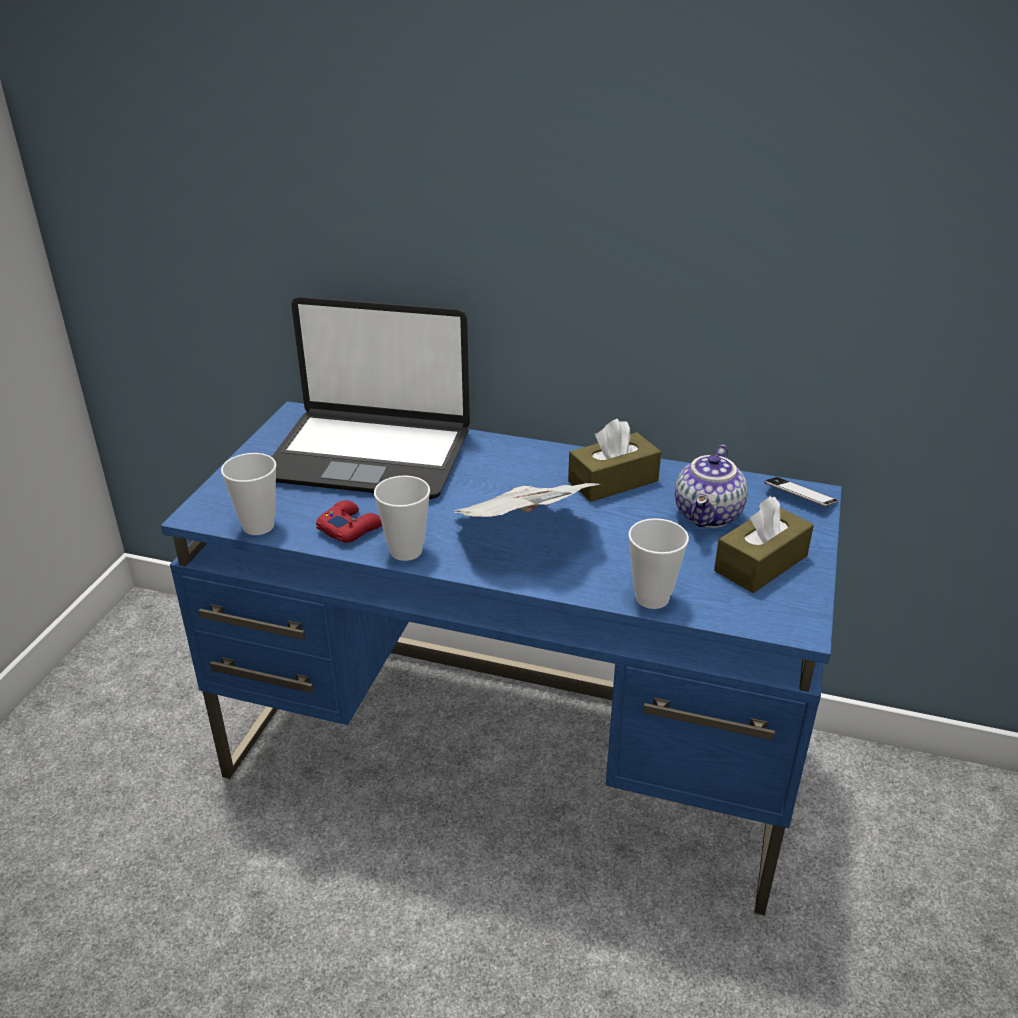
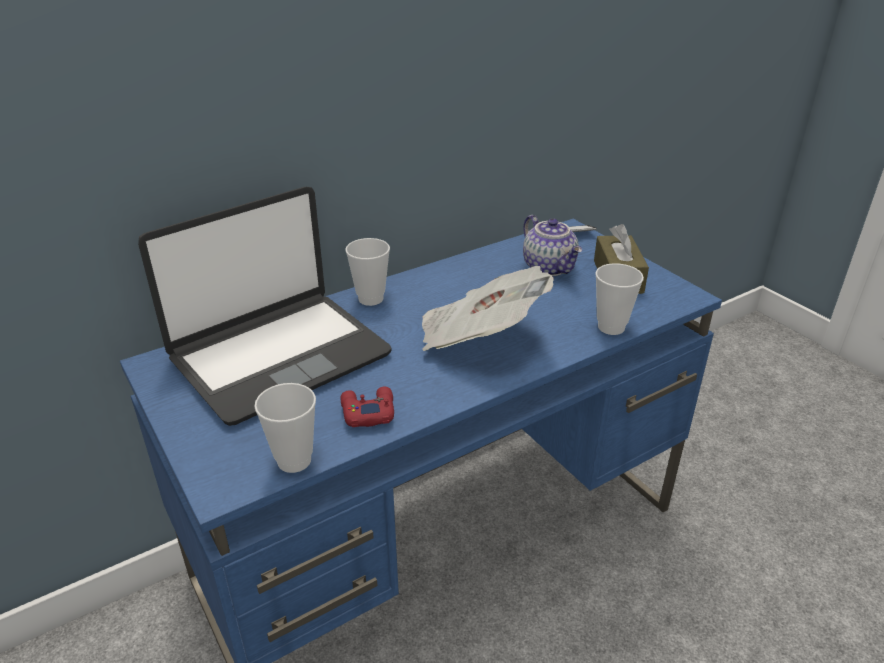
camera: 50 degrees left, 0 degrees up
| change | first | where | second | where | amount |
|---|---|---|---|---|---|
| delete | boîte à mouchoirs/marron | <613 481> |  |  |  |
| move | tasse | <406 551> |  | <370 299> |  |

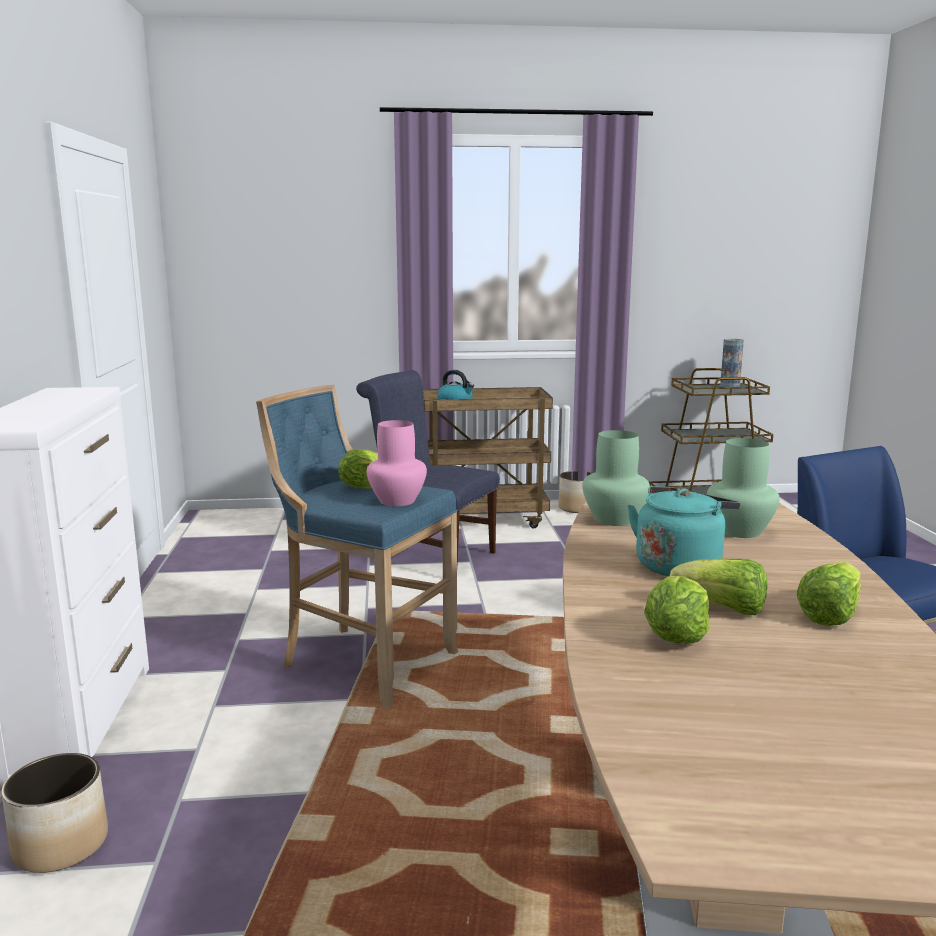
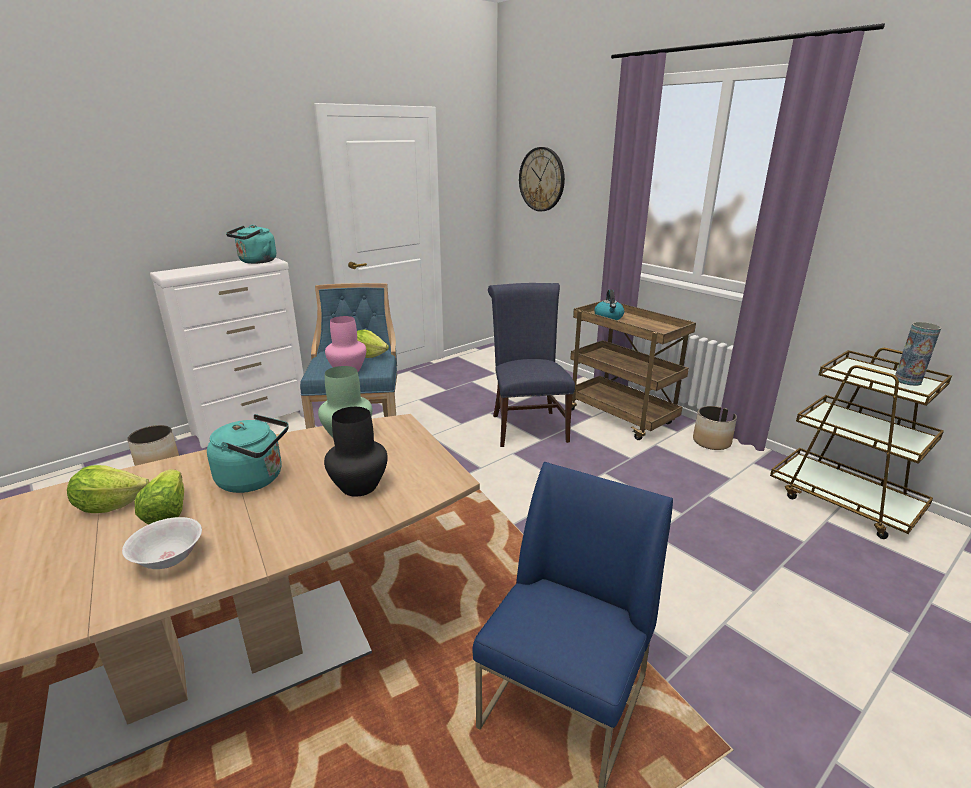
camera: 55 degrees right, 10 degrees up
| change | first | where | second | where | amount |
|---|---|---|---|---|---|
| insert |  |  | bouilloire/turquoise | <256 262> |  |
| insert |  |  | horloge murale | <542 179> |  |
| replace | laitue | <830 614> | bol/blanc | <169 559> |  |
| recolor | vase/vert | <740 531> | vase/noir | <359 487> |  |

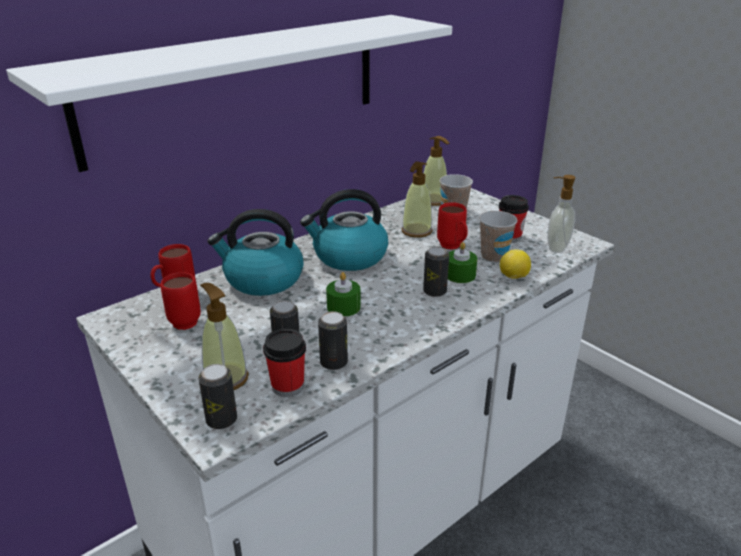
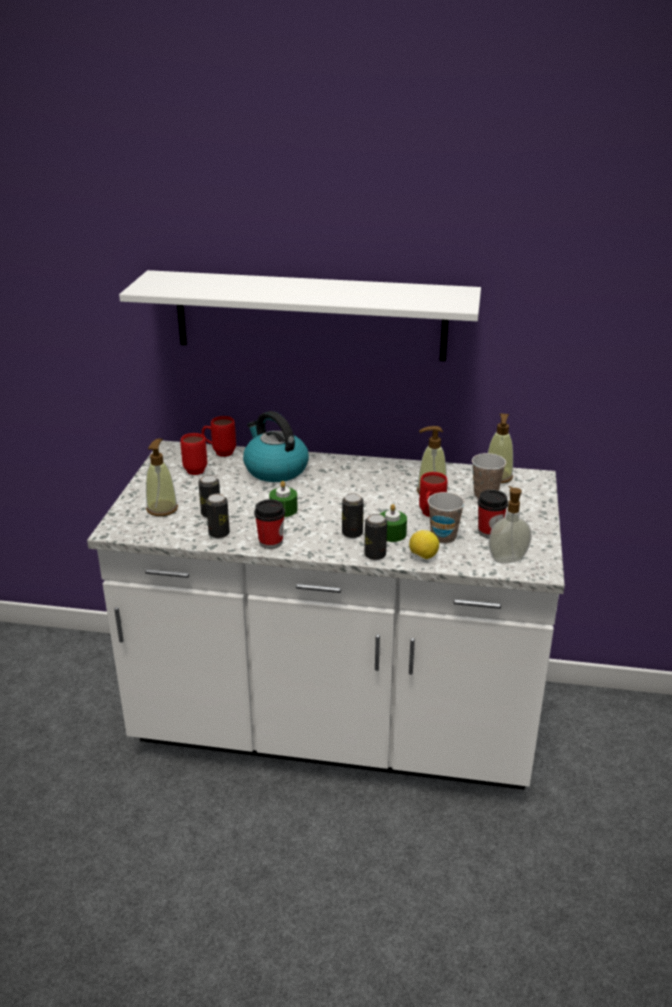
camera: 50 degrees right, 0 degrees up
| change | first | where | second | where | amount |
|---|---|---|---|---|---|
| delete | bouilloire | <349 257> |  |  |  |
| move | boîte métallique | <221 420> |  | <375 555> |  |
| move | tasse | <287 386> |  | <270 542> |  |

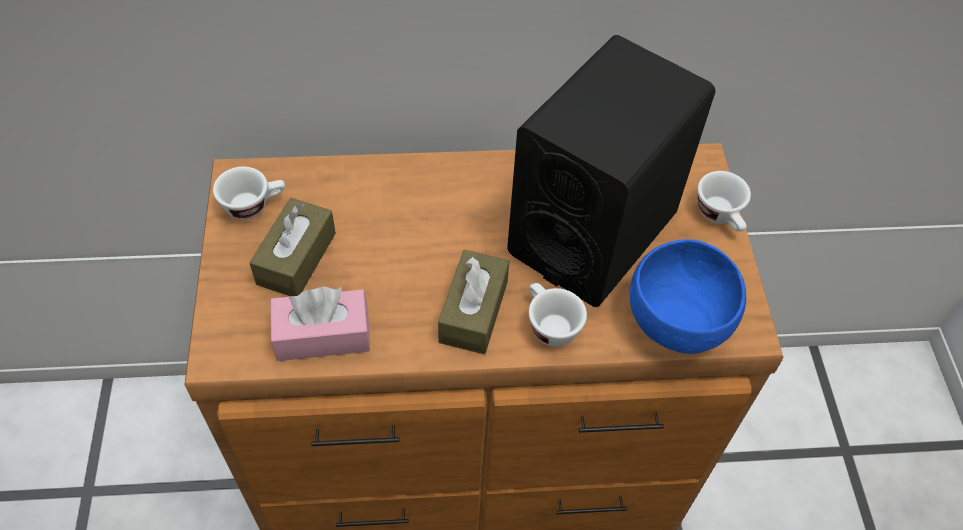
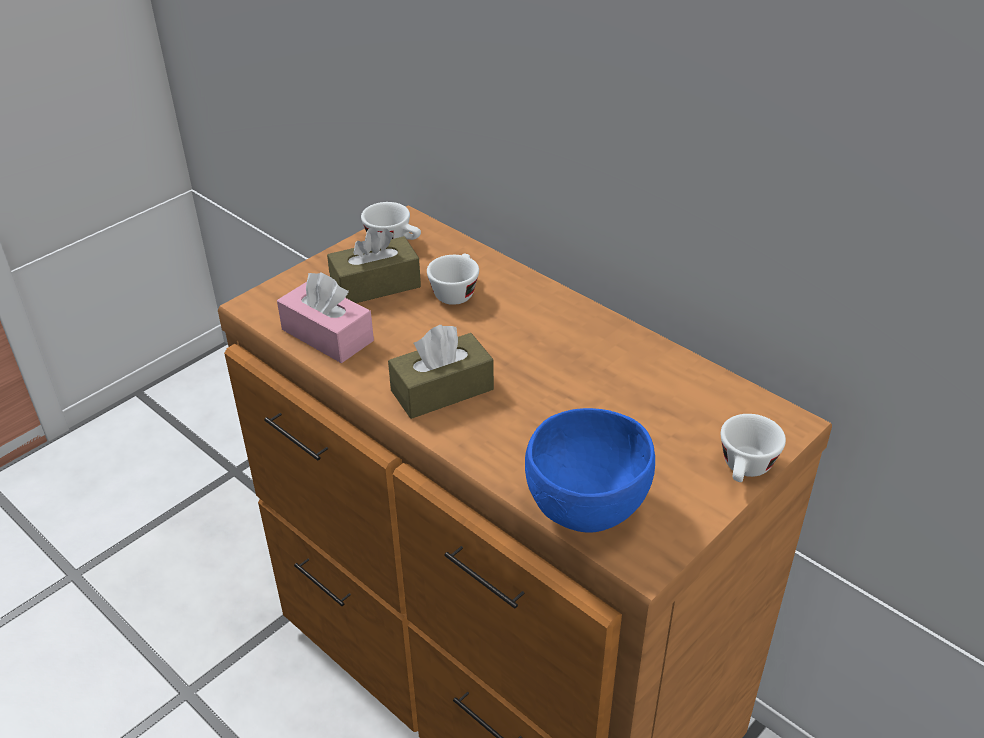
camera: 50 degrees right, 15 degrees down
| change | first | where | second | where | amount |
|---|---|---|---|---|---|
| delete | enceinte/noir | <592 233> |  |  |  |
| move | tasse/blanc | <549 325> |  | <455 291> |  |

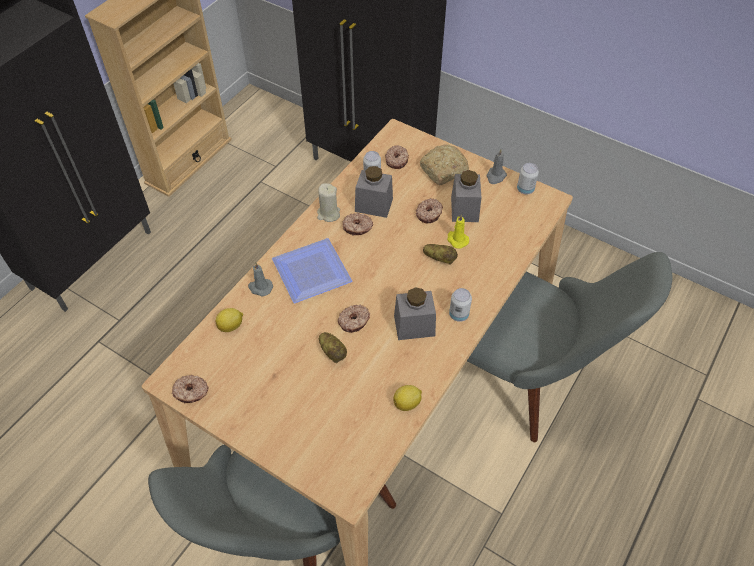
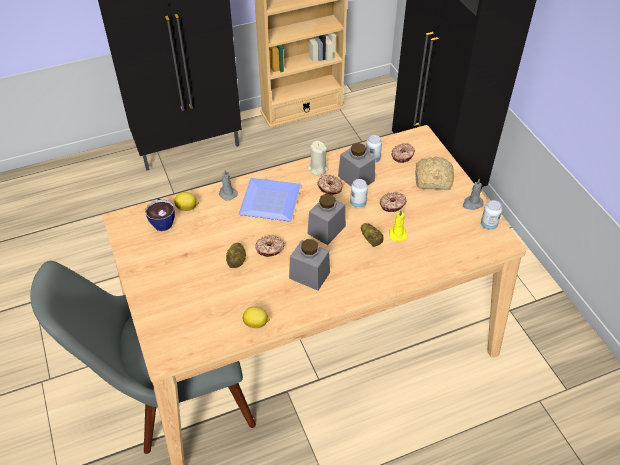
camera: 35 degrees right, 5 degrees down
| change | first | where | second | where | amount |
|---|---|---|---|---|---|
| delete | beignet | <191 392> |  |  |  |
| delete | chaise/gris | <522 381> |  |  |  |
| insert |  |  | tasse | <162 221> |  |
| move | boîte métallique | <458 314> |  | <358 203> |  |
| move | bocal/gris | <464 209> |  | <326 230> |  |

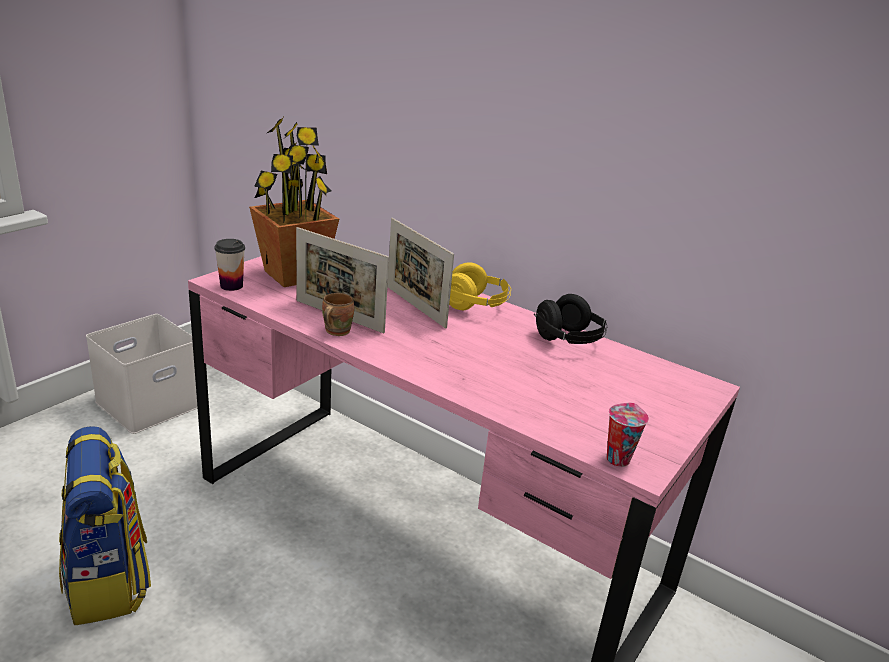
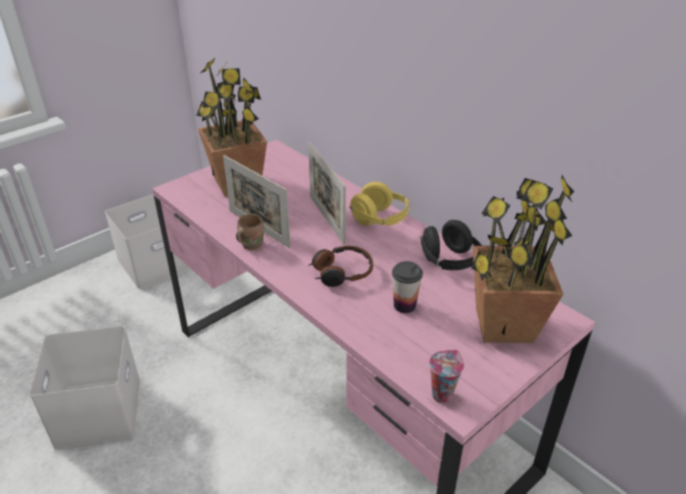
camera: 15 degrees right, 10 degrees up
| change | first | where | second | where | amount |
|---|---|---|---|---|---|
| insert |  |  | casque audio | <341 272> |  |
| insert |  |  | plante en pot | <503 325> |  |
| move | tasse | <231 286> |  | <404 305> |  |
| replace | sac à dos | <109 581> | boîte de rangement/blanc | <100 412> |  |

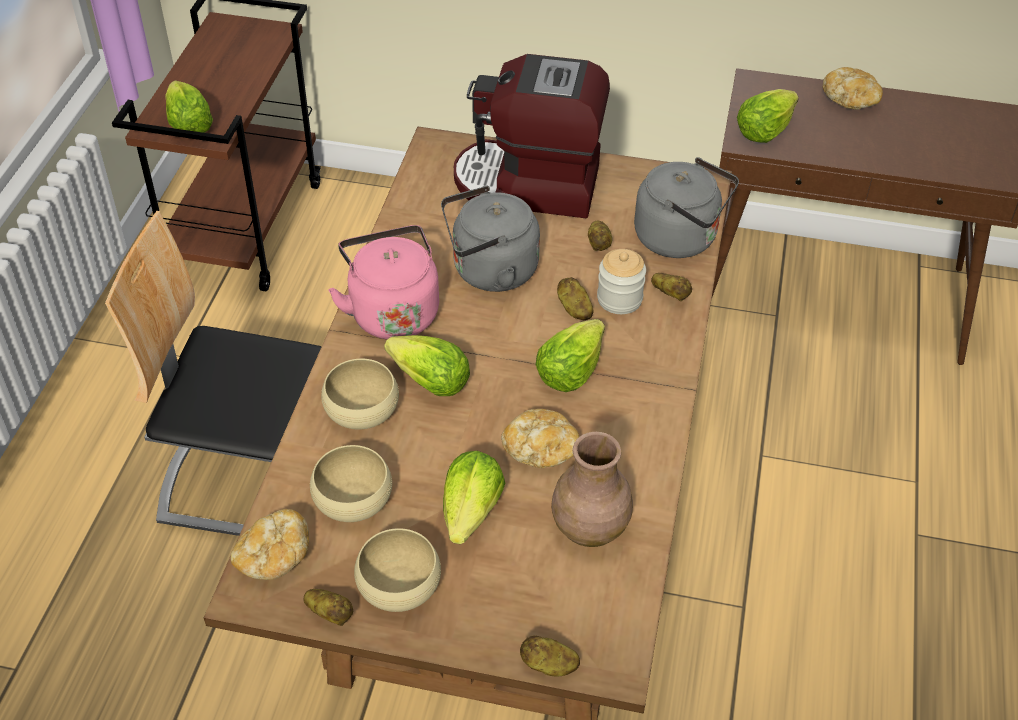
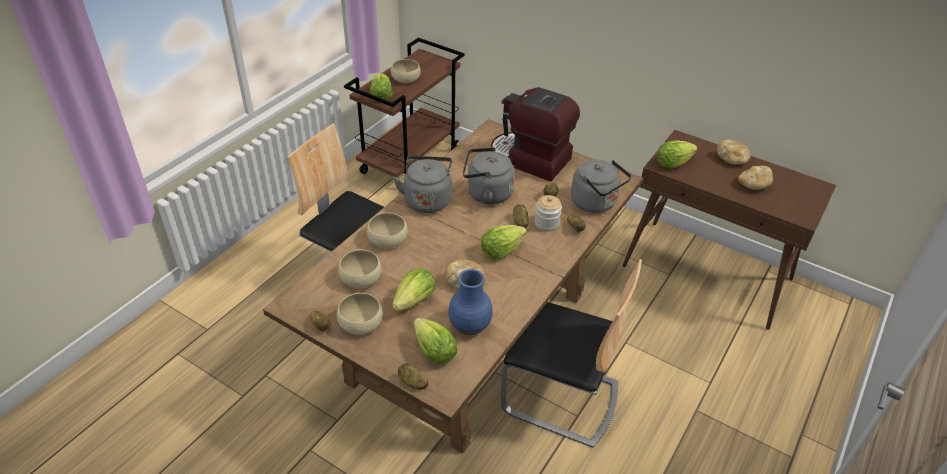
camera: 20 degrees right, 5 degrees down
| change | first | where | second | where | amount |
|---|---|---|---|---|---|
| insert |  |  | bol/beige | <406 78> |  |
| insert |  |  | chaise | <560 397> |  |
| move | pain | <274 558> |  | <754 185> |  |
| move | laitue | <430 382> |  | <434 352> |  |
| recolor | bouilloire/rose | <392 311> | bouilloire/gris | <427 199> |  |
| recolor | vase/marron | <589 529> | vase/bleu | <469 326> |  |

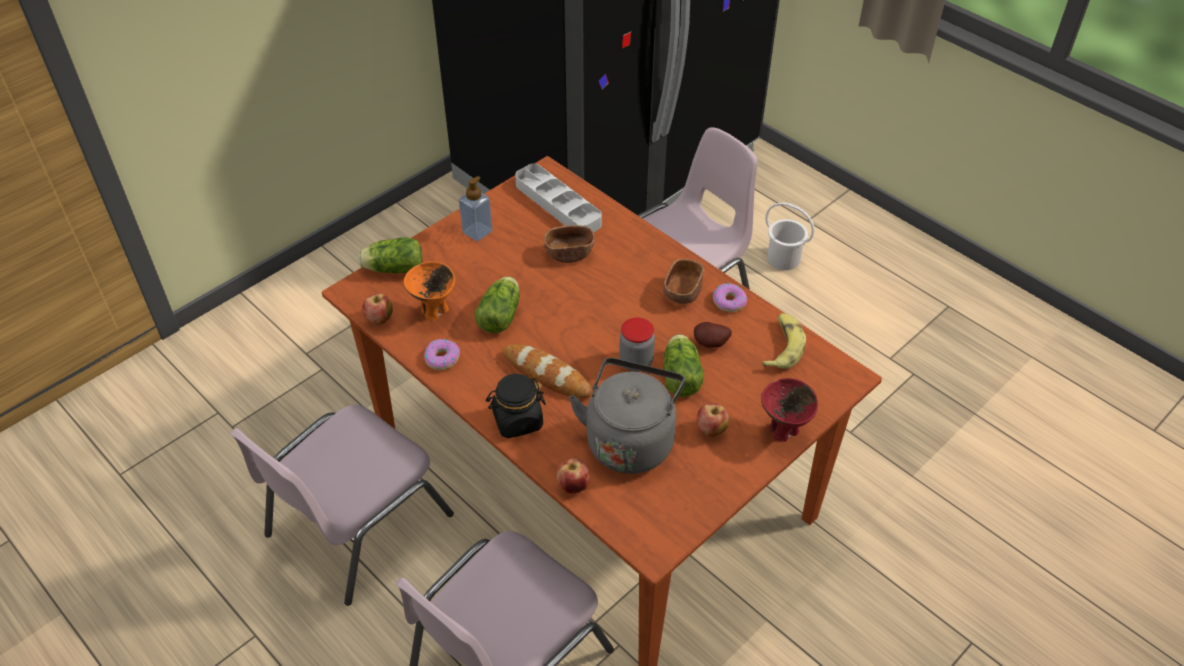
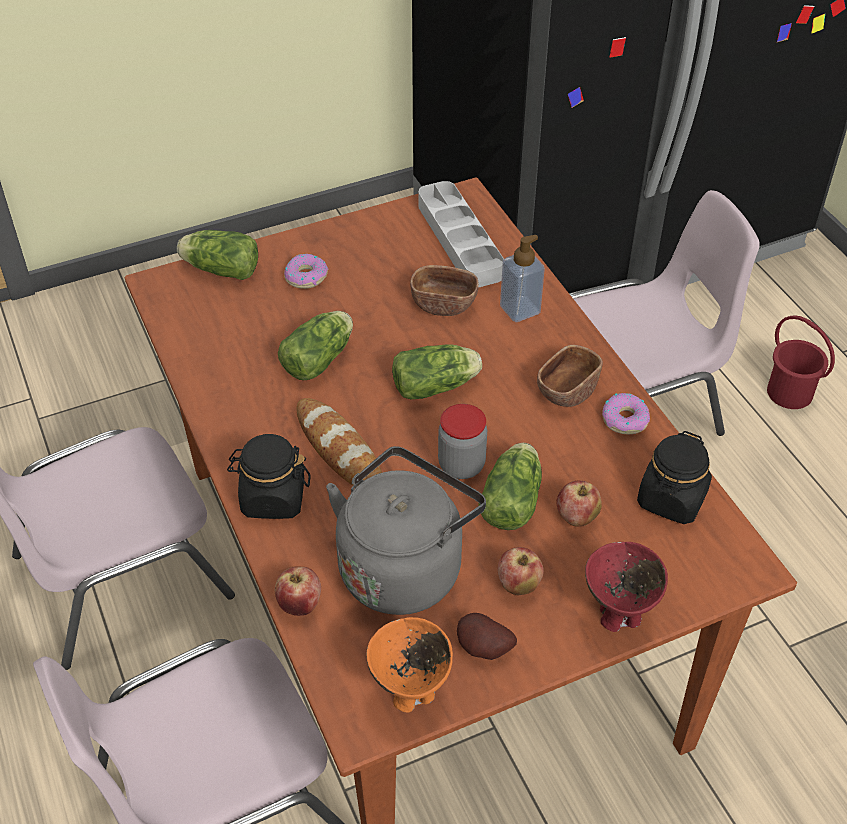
camera: 20 degrees right, 0 degrees up
| change | first | where | second | where | amount |
|---|---|---|---|---|---|
| insert |  |  | laitue | <437 386> |  |
| move | pomme | <379 319> |  | <576 518> |  |
| move | bol/orange | <434 312> |  | <411 695> |  |
| move | beignet | <442 358> |  | <306 276> |  |
| move | distributeur de savon | <477 232> |  | <520 309> |  |
| move | pomme de terre | <711 344> |  | <483 650> |  |
| replace | banane | <782 346> | bocal/noir | <671 499> |  |
| recolor | seau/blanc | <783 259> | seau/rouge | <789 393> |  |

